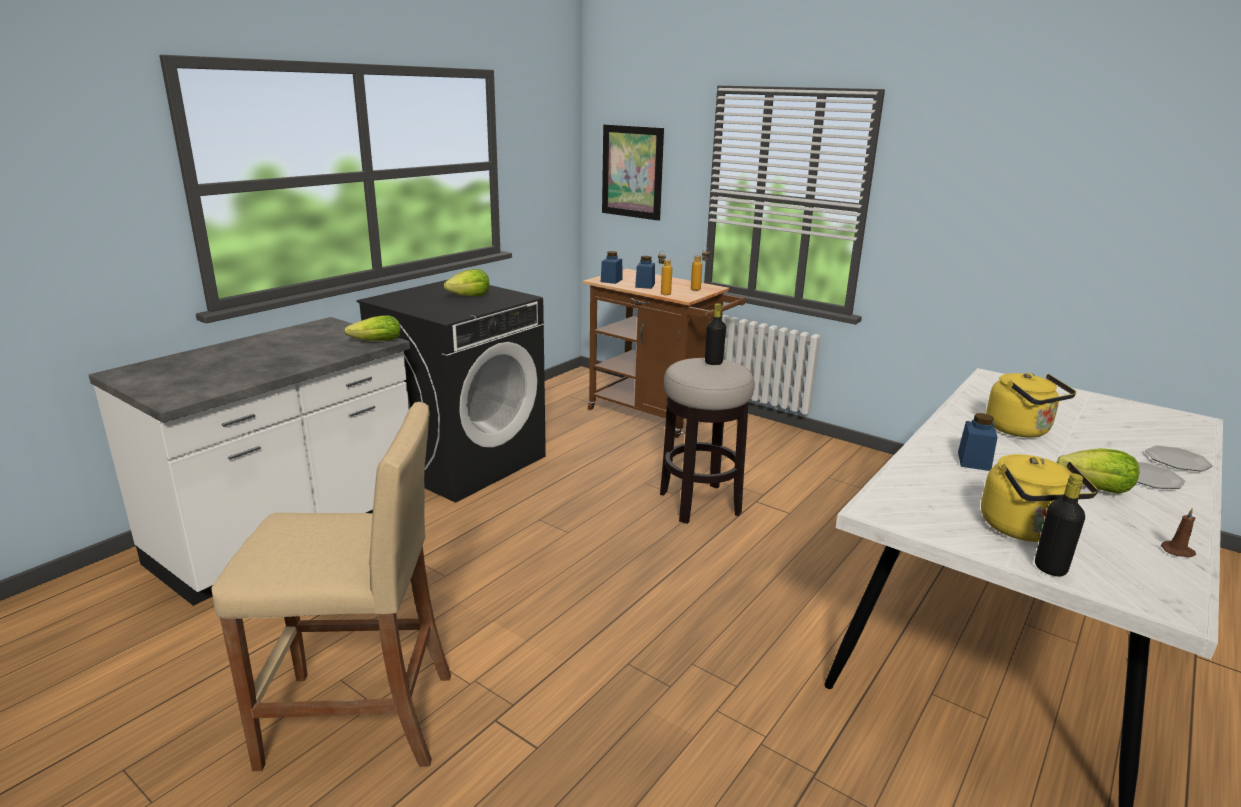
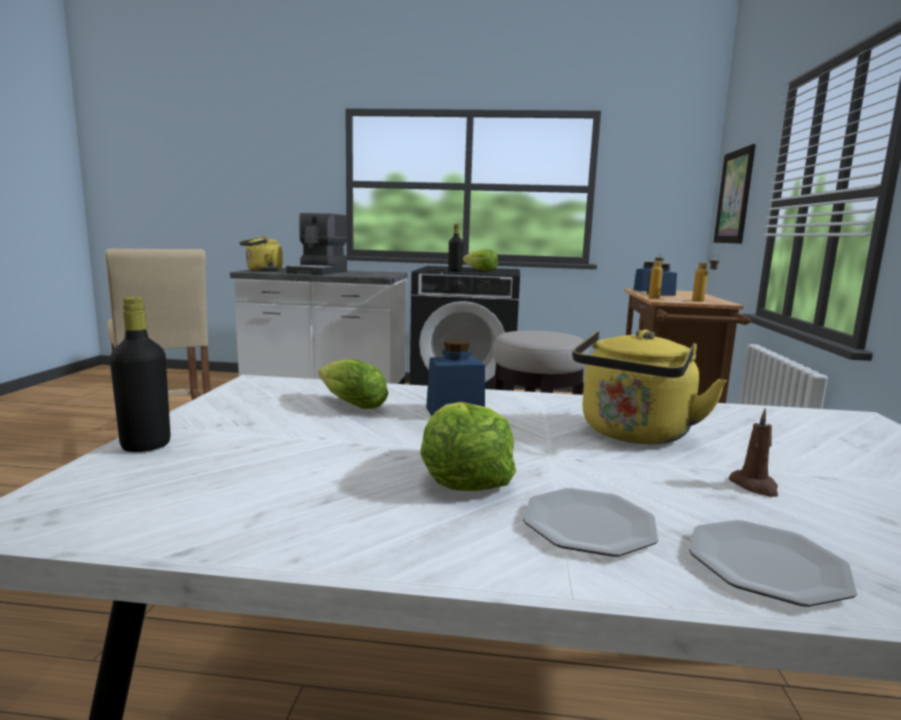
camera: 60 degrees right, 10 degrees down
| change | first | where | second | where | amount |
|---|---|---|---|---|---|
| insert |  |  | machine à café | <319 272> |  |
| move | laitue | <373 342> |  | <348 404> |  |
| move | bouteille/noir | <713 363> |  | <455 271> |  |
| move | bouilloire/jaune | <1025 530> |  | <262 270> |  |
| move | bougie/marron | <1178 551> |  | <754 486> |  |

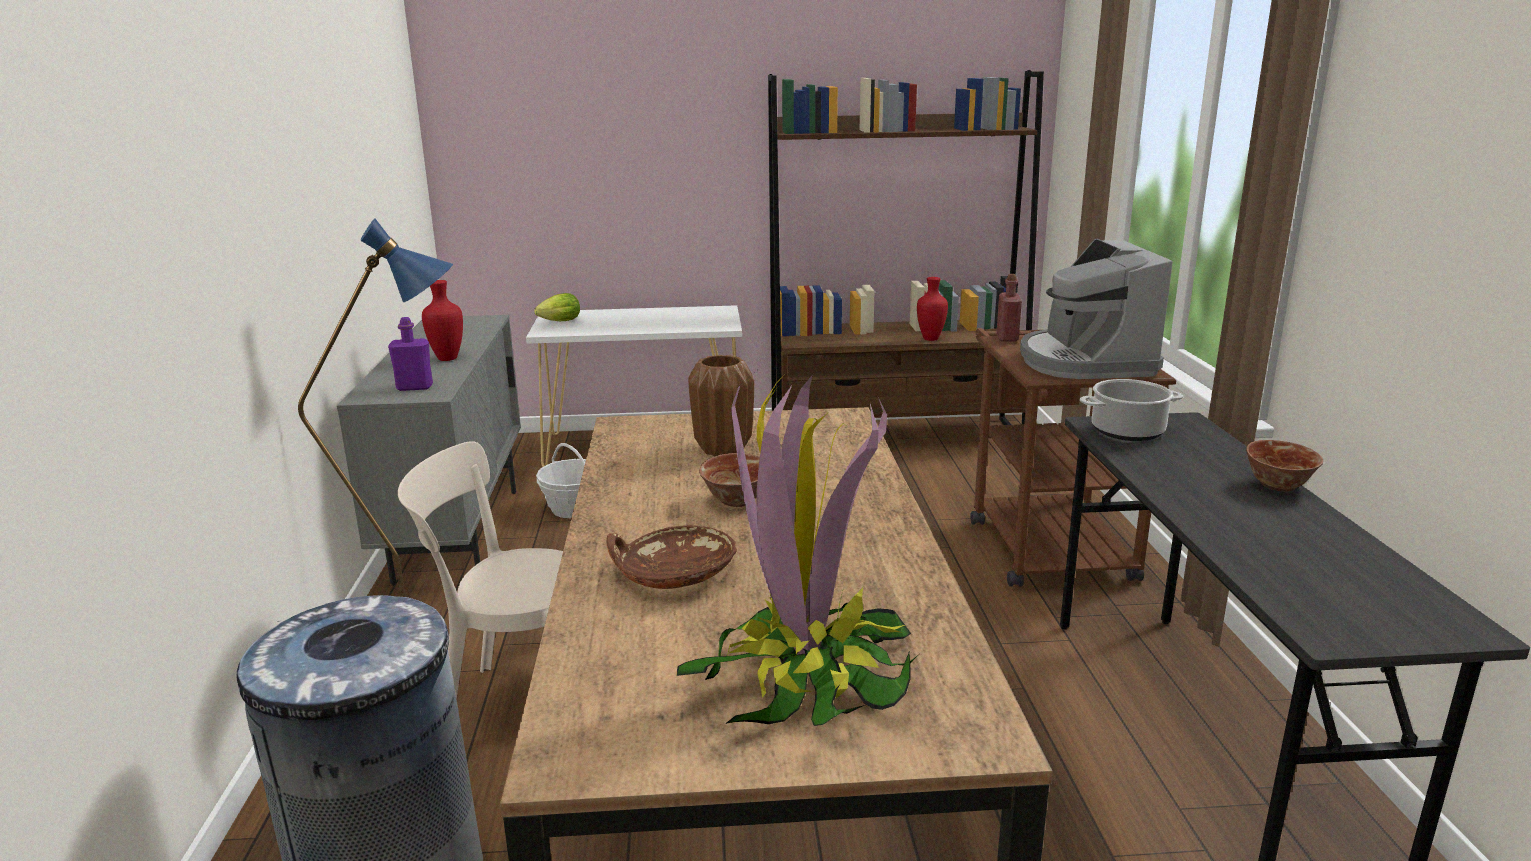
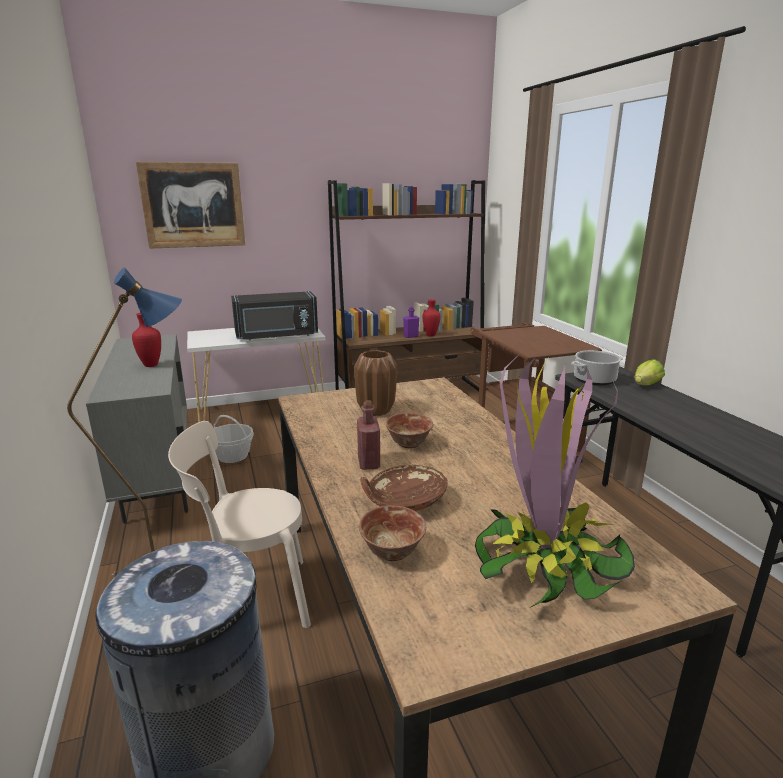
camera: 15 degrees left, 0 degrees up
| change | first | where | second | where | amount |
|---|---|---|---|---|---|
| delete | machine à café | <1085 361> |  |  |  |
| insert |  |  | tableau | <193 205> |  |
| insert |  |  | micro-ondes/noir | <277 336> |  |
| move | bouteille/violet | <414 387> |  | <411 336> |  |
| move | laitue | <558 322> |  | <645 386> |  |
| move | bouteille/rouge | <1007 338> |  | <368 463> |  |
| move | bol | <1278 486> |  | <392 552> |  |

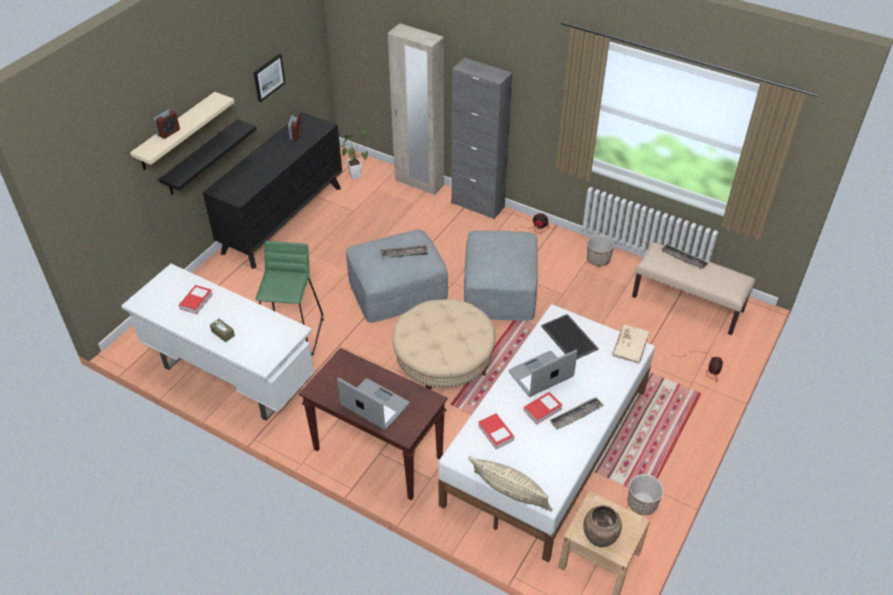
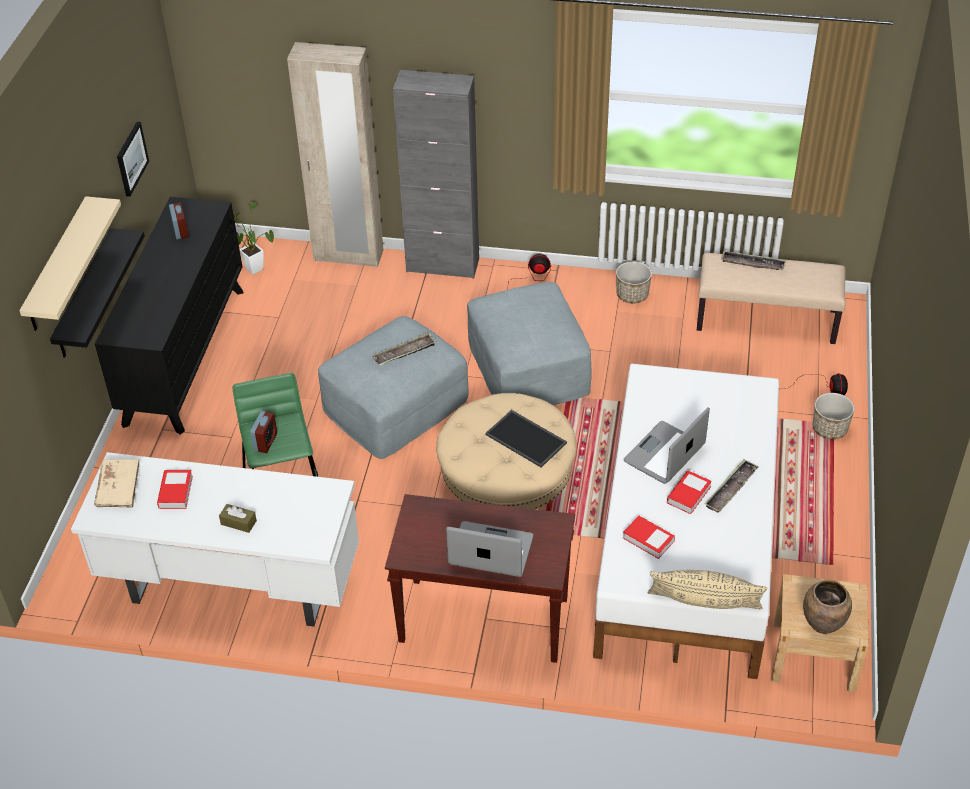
camera: 20 degrees left, 0 degrees up
| change | first | where | second | where | amount |
|---|---|---|---|---|---|
| move | réveil | <169 132> |  | <265 442> |  |
| move | plateau | <570 337> |  | <527 438> |  |
| move | livre/beige | <630 348> |  | <119 489> |  |
| move | cache-pot | <642 503> |  | <829 429> |  |

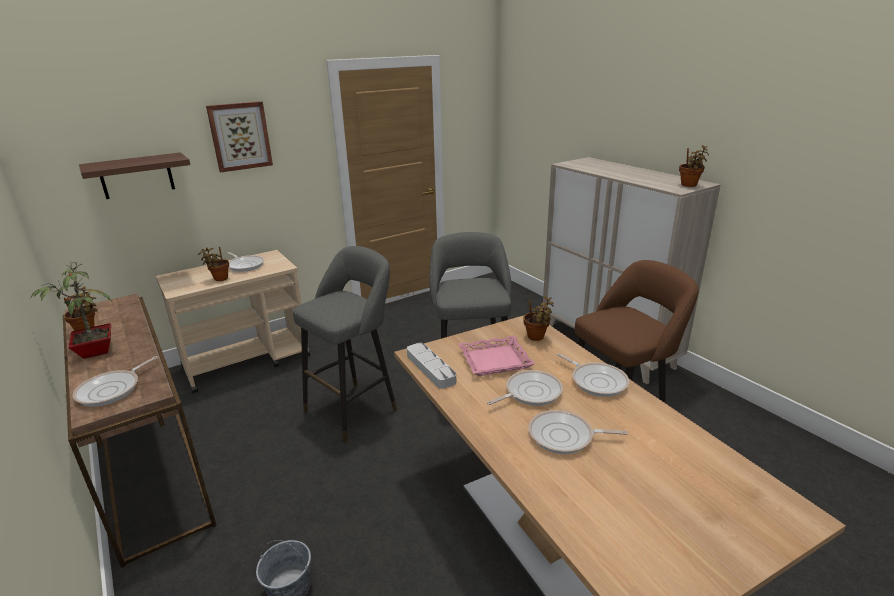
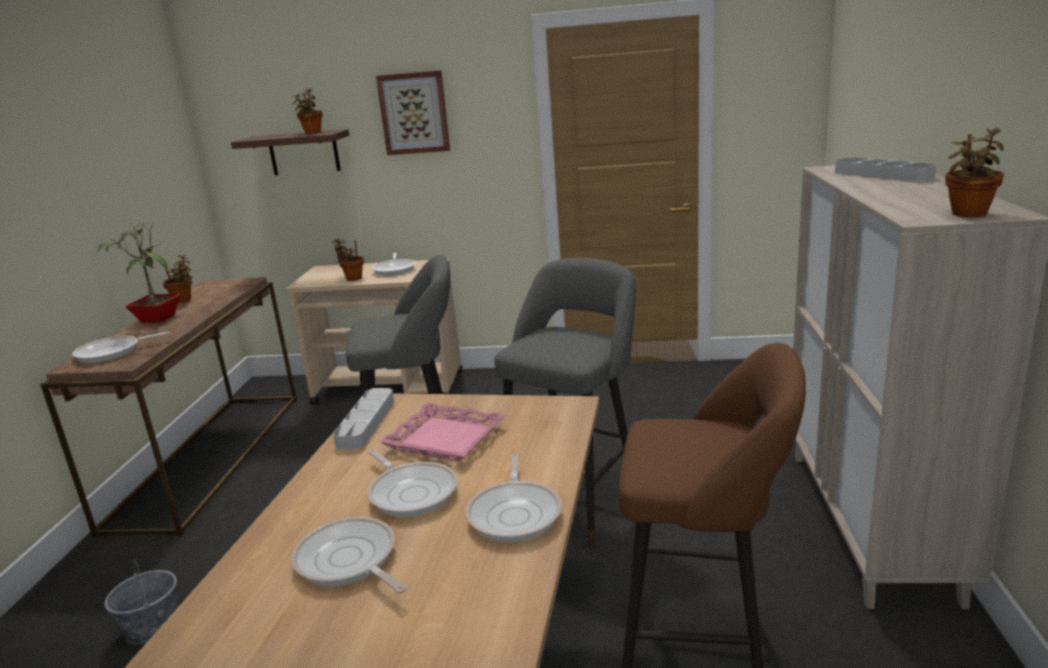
camera: 40 degrees right, 5 degrees down
| change | first | where | second | where | amount |
|---|---|---|---|---|---|
| insert |  |  | plateau/gris | <882 175> |  |
| move | plante en pot | <537 337> |  | <312 133> |  |
| rotate | poêle | <530 392> |  | <411 492> | 45 degrees clockwise |

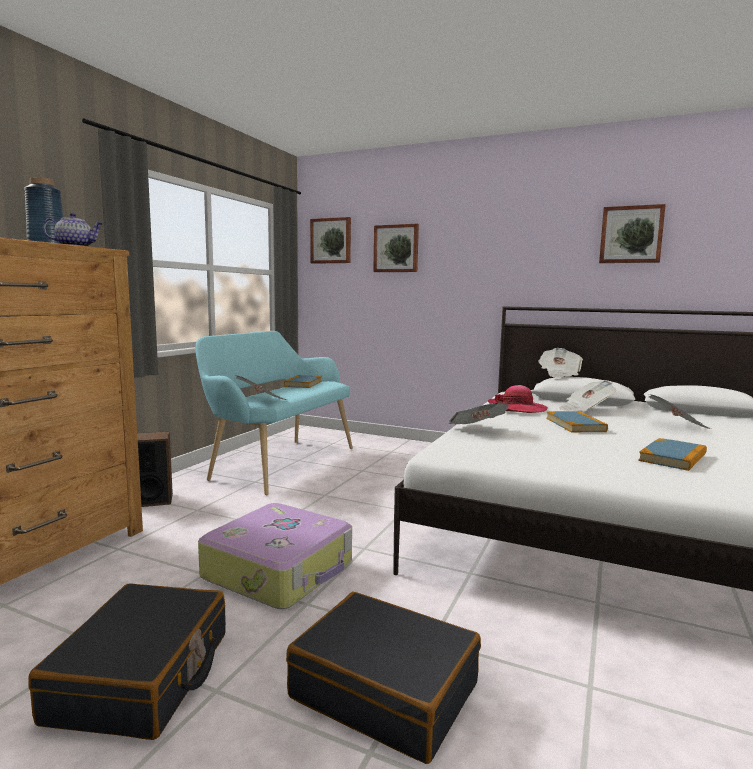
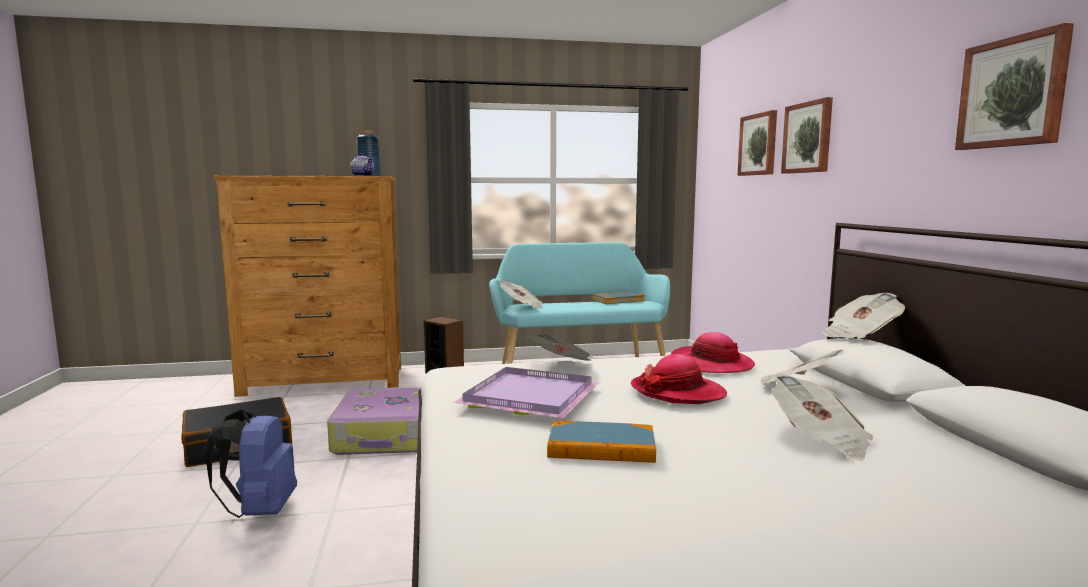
camera: 55 degrees right, 0 degrees up
| change | first | where | second | where | amount |
|---|---|---|---|---|---|
| insert |  |  | plateau/violet | <527 397> |  |
| move | tableau | <331 241> |  | <808 137> |  |
| replace | valise/noir | <385 690> | sac à dos/bleu | <260 510> |  |
| replace | livre | <575 425> | chapeau | <677 392> |  |

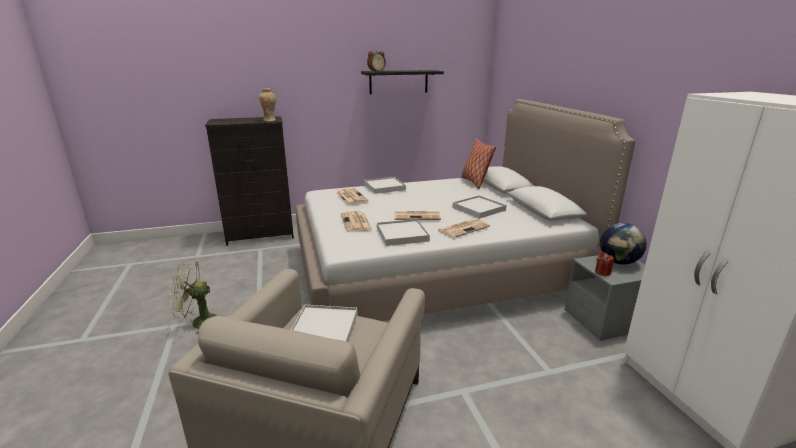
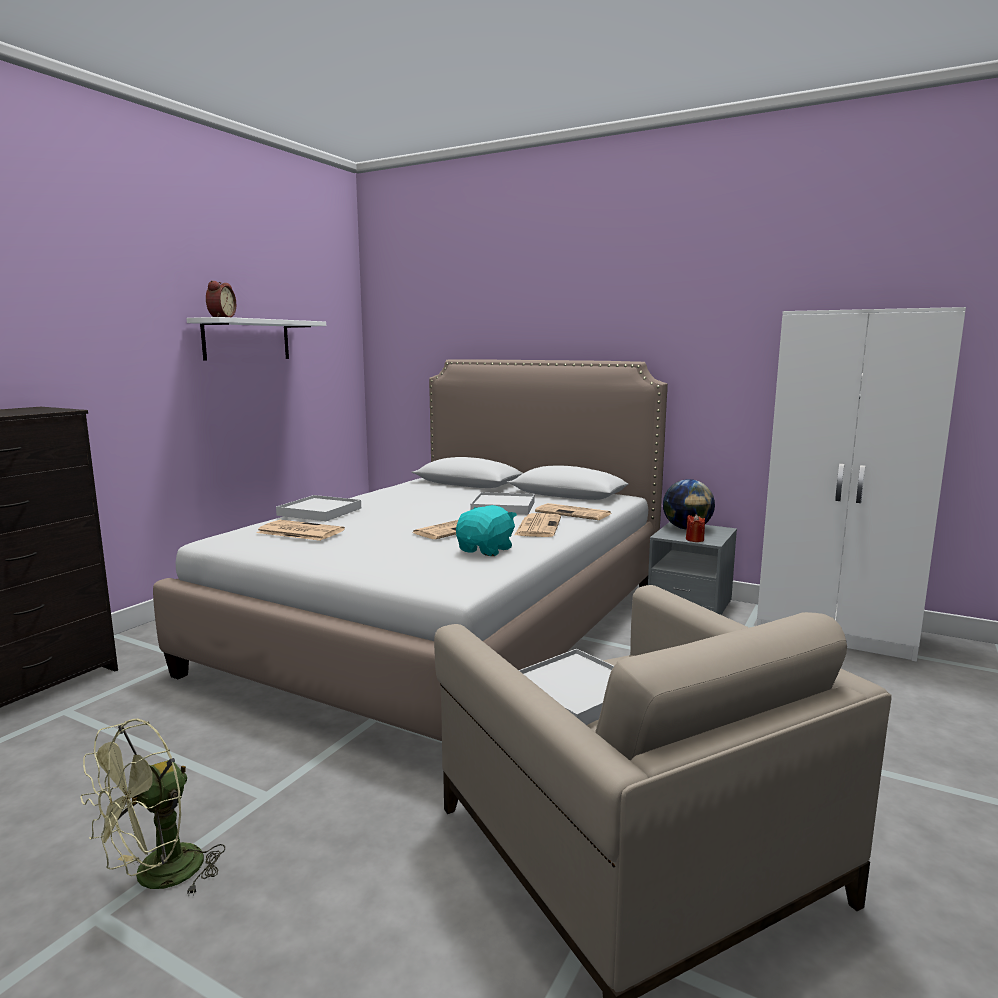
camera: 45 degrees left, 10 degrees down
| change | first | where | second | where | amount |
|---|---|---|---|---|---|
| delete | vase | <269 120> |  |  |  |
| delete | coussin | <475 182> |  |  |  |
| move | journal | <356 222> |  | <574 513> |  |
| replace | plateau/blanc | <402 234> | peluche/turquoise | <486 550> |  |
| recolor | étagère/noir | <398 82> | étagère/blanc | <247 340> |  |

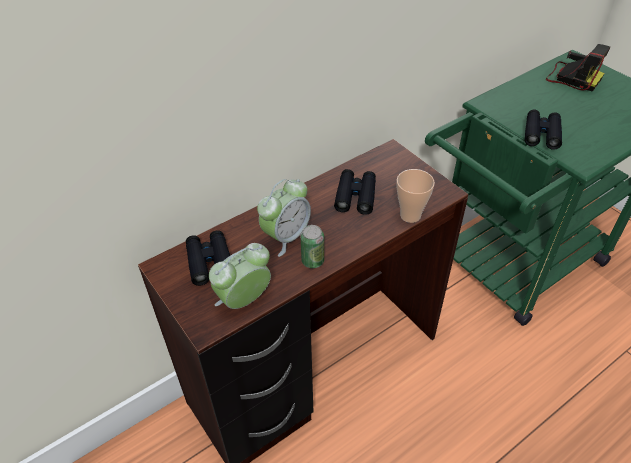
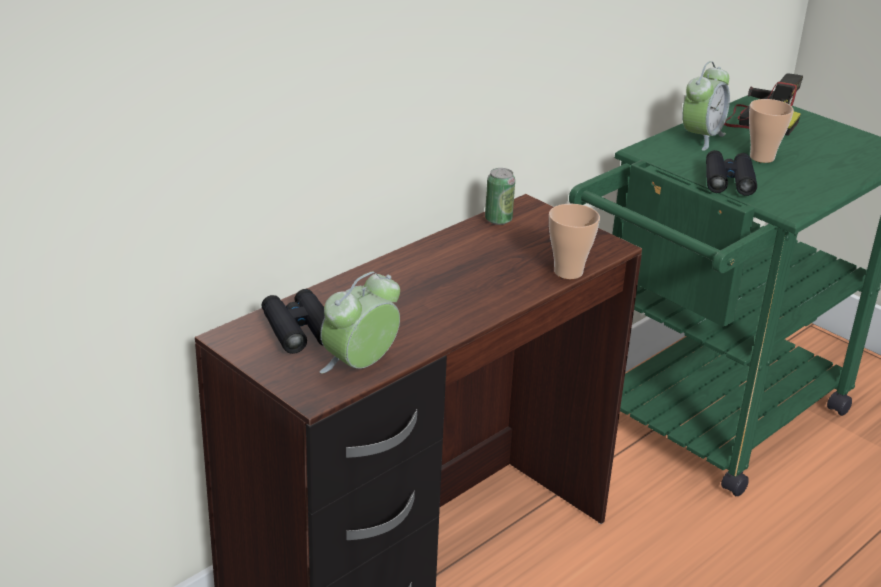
camera: 10 degrees left, 15 degrees down
| change | first | where | second | where | amount |
|---|---|---|---|---|---|
| delete | jumelles/noir | <355 196> |  |  |  |
| insert |  |  | tasse | <762 157> |  |
| move | réveil | <286 237> |  | <701 138> |  |
| move | boîte métallique | <312 261> |  | <498 220> |  |

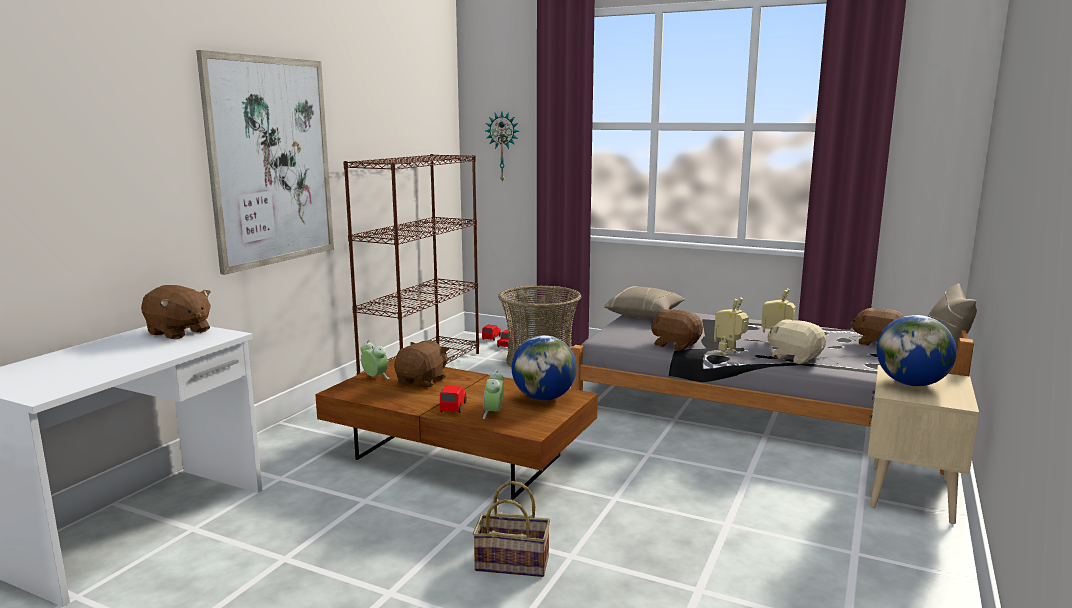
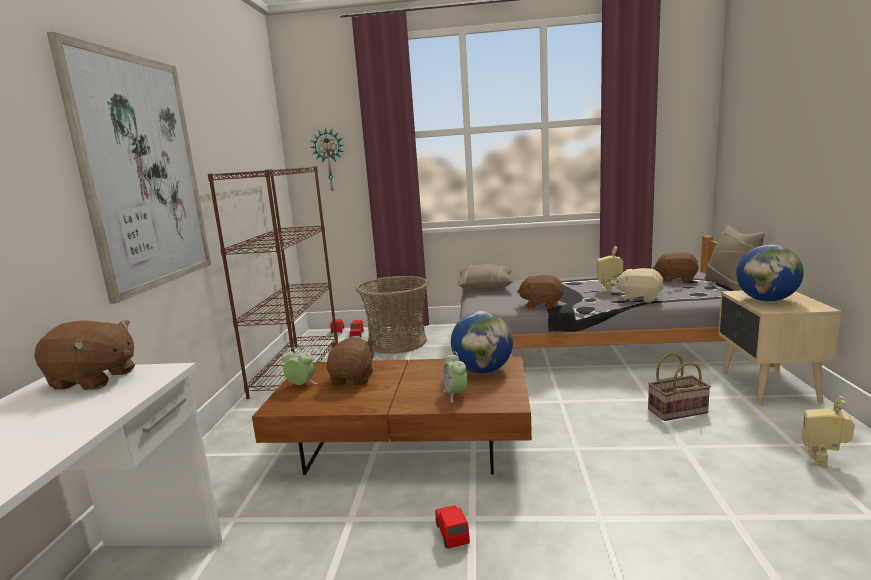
camera: 20 degrees left, 0 degrees up
| change | first | where | second | where | amount |
|---|---|---|---|---|---|
| move | petite voiture/rouge | <453 407> |  | <452 534> |  |
| move | panier | <514 562> |  | <678 410> |  |
| move | robot jouet | <729 352> |  | <823 461> |  |

